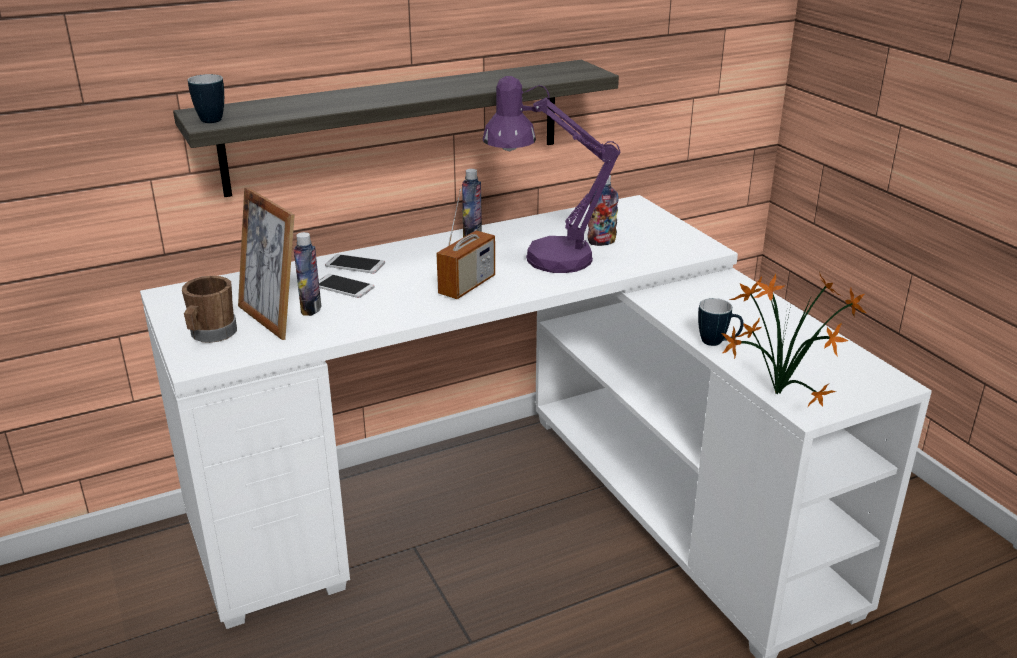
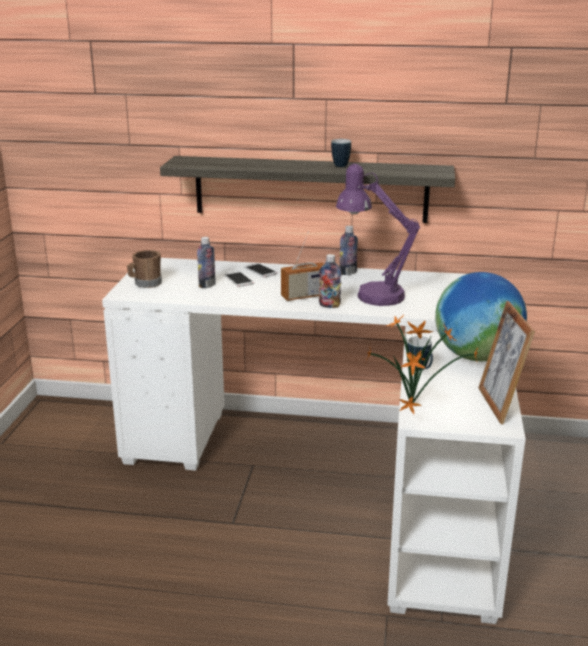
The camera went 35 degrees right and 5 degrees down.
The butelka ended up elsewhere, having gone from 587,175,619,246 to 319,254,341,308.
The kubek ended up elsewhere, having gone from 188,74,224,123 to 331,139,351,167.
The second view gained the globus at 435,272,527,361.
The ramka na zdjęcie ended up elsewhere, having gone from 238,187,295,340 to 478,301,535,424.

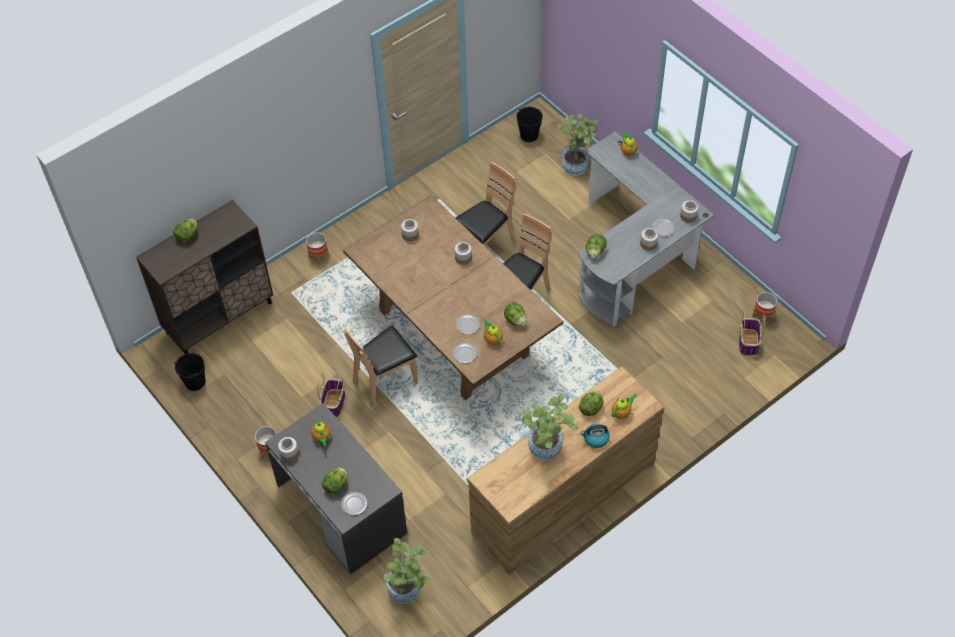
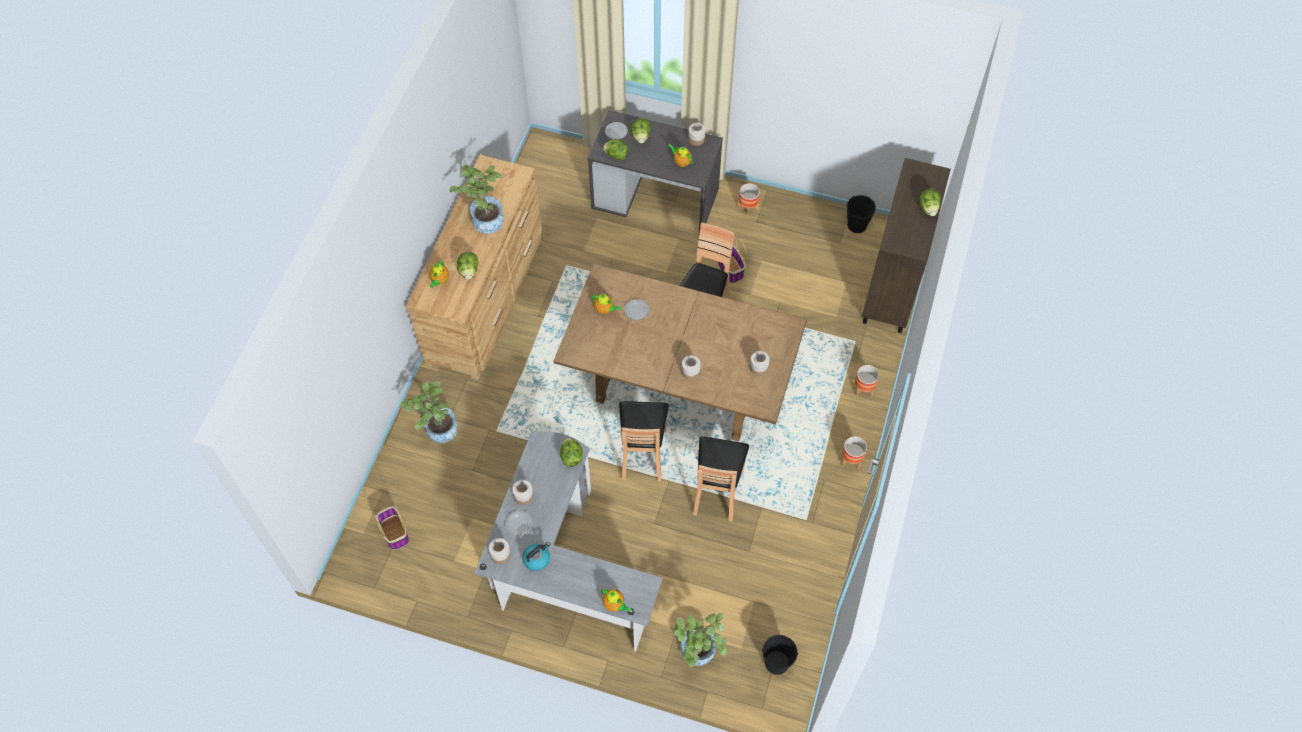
The camera went 145 degrees right and 5 degrees up.
The roślina doniczkowa ended up elsewhere, having gone from 383,538,431,604 to 400,381,458,443.
The czajnik ended up elsewhere, having gone from 580,424,610,448 to 522,542,550,571.
The sałata ended up elsewhere, having gone from 504,302,527,327 to 603,139,628,160.
The donica ended up elsewhere, having gone from 752,292,777,325 to 841,436,867,470.
The second view lost the talerz at 453,343,477,363.

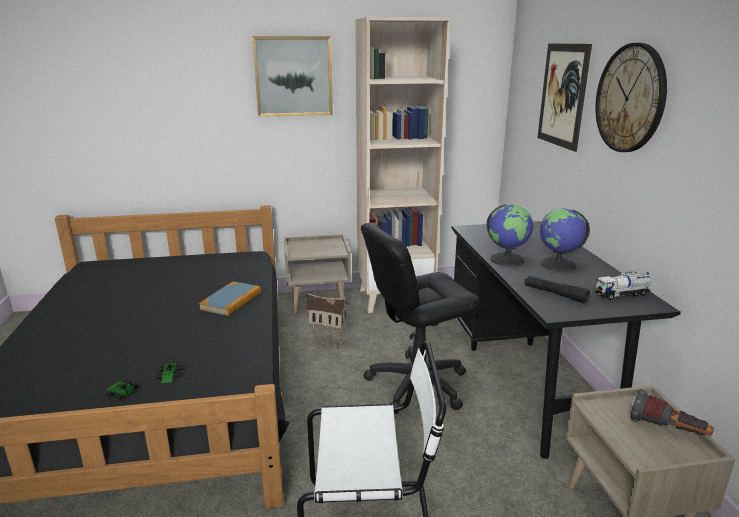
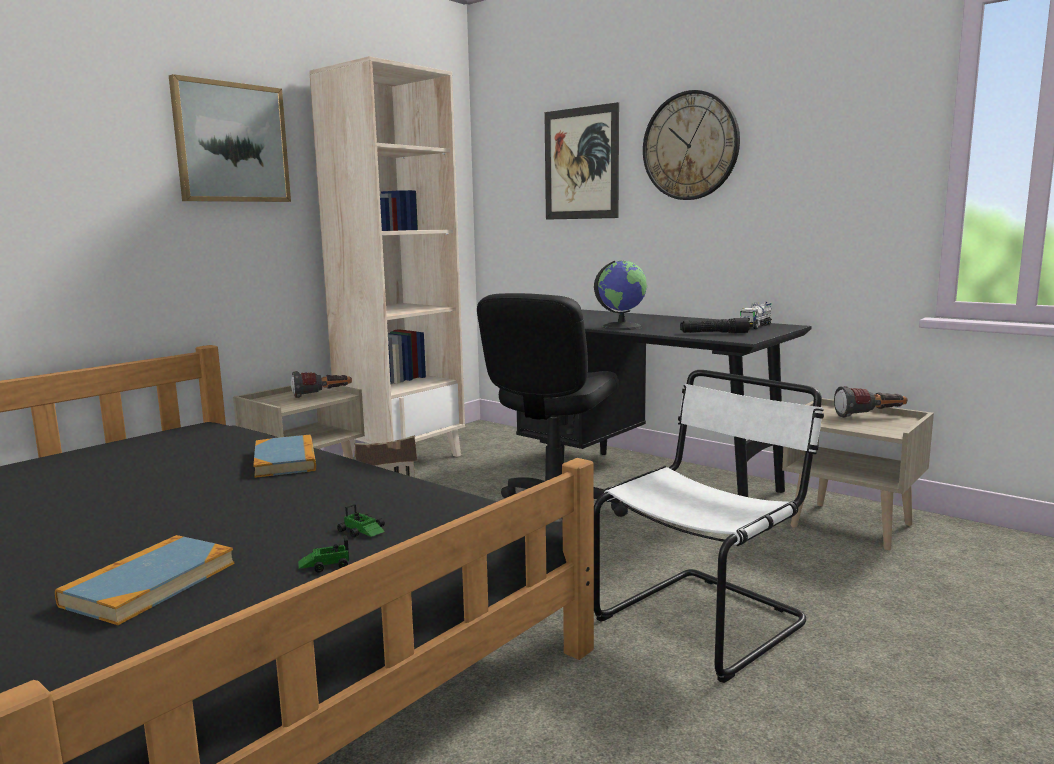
The camera went 40 degrees left and 10 degrees down.
The second view gained the książka at 55,535,234,625.
The second view gained the latarka at 291,371,352,398.
The second view lost the globus at 540,208,590,272.

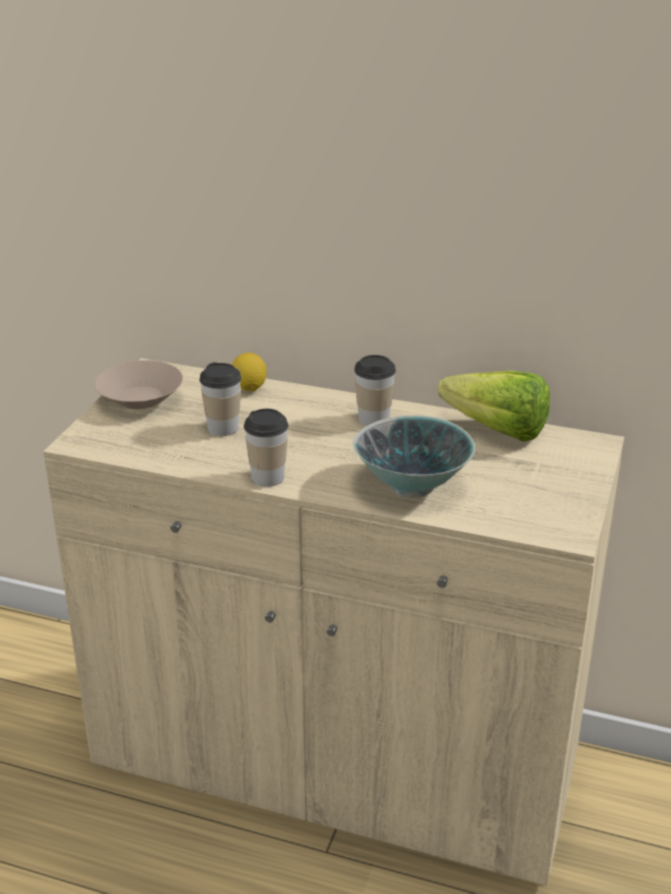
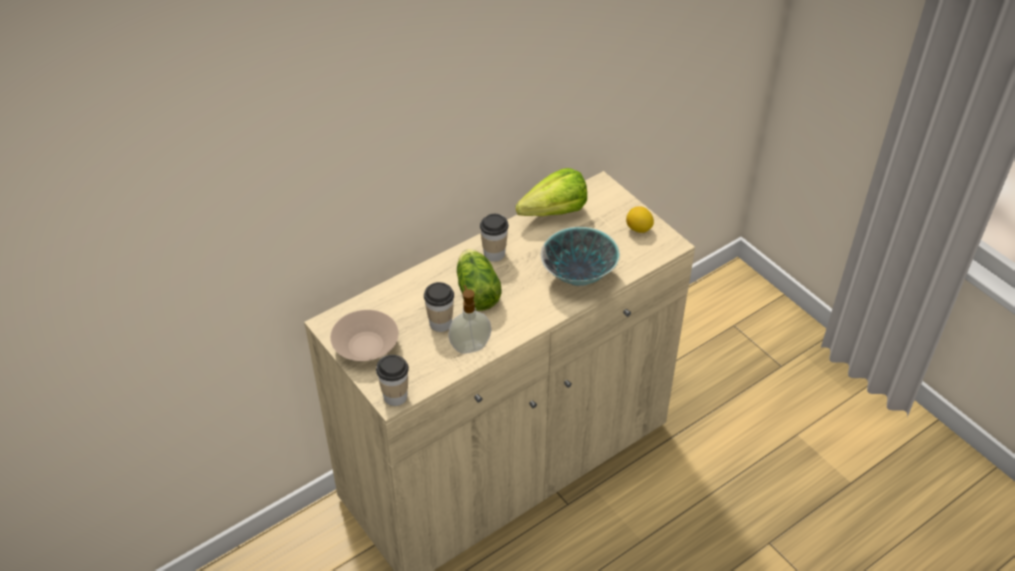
The camera went 55 degrees left and 15 degrees up.
The filiżanka ended up elsewhere, having gone from 244,409,289,487 to 376,355,409,406.
The second view gained the dozownik mydła at 448,285,492,354.
The second view gained the sałata at 457,249,502,311.
The cytryna ended up elsewhere, having gone from 232,353,266,391 to 626,206,654,233.

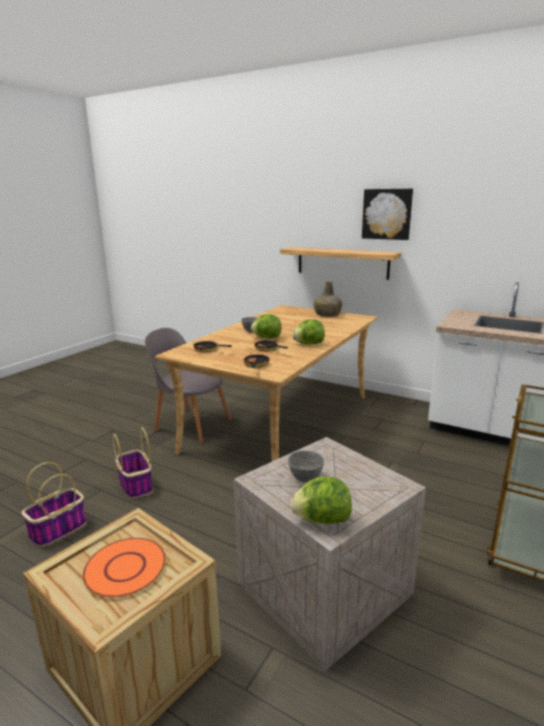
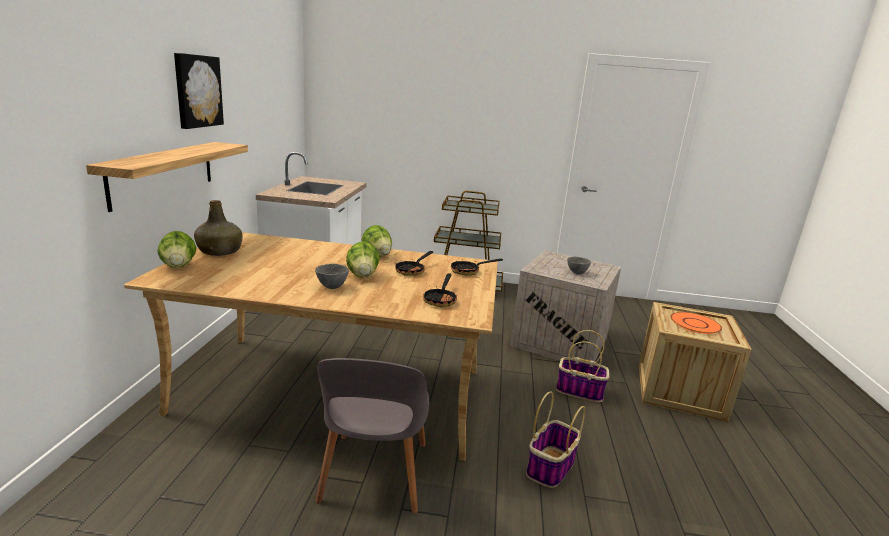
The camera went 115 degrees left and 0 degrees up.
The sałata ended up elsewhere, having gone from 291,477,352,524 to 157,231,196,268.
The koszyk ended up elsewhere, having gone from 21,462,87,547 to 556,330,609,402.

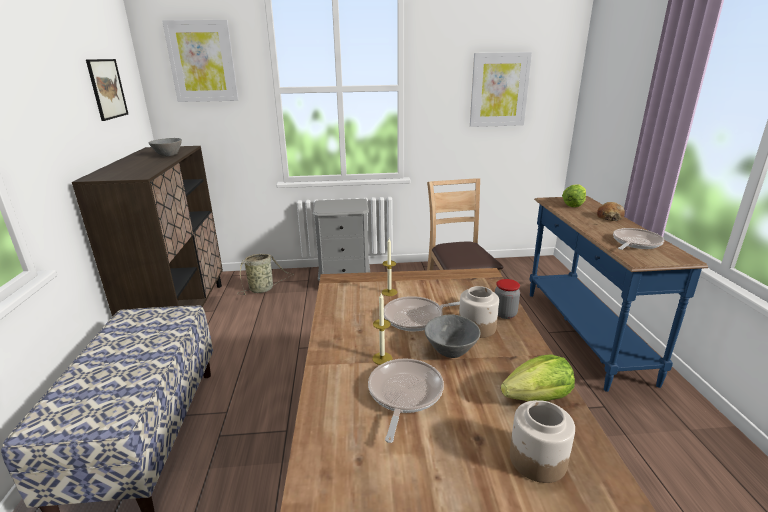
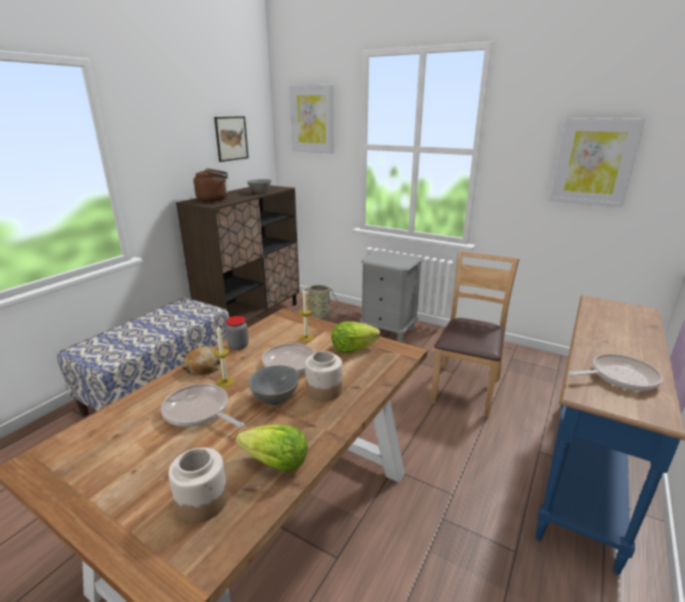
The camera went 35 degrees right and 0 degrees up.
The patelnia at 368,358,444,443 ended up facing another way, 105 degrees counterclockwise from before.
The chleb ended up elsewhere, having gone from 597,202,625,221 to 182,346,220,376.
The second view gained the czajnik (brązowy) at 194,168,228,202.
The słoik ended up elsewhere, having gone from 495,279,520,319 to 226,316,249,350.
The sałata ended up elsewhere, having gone from 562,184,586,207 to 332,322,380,353.

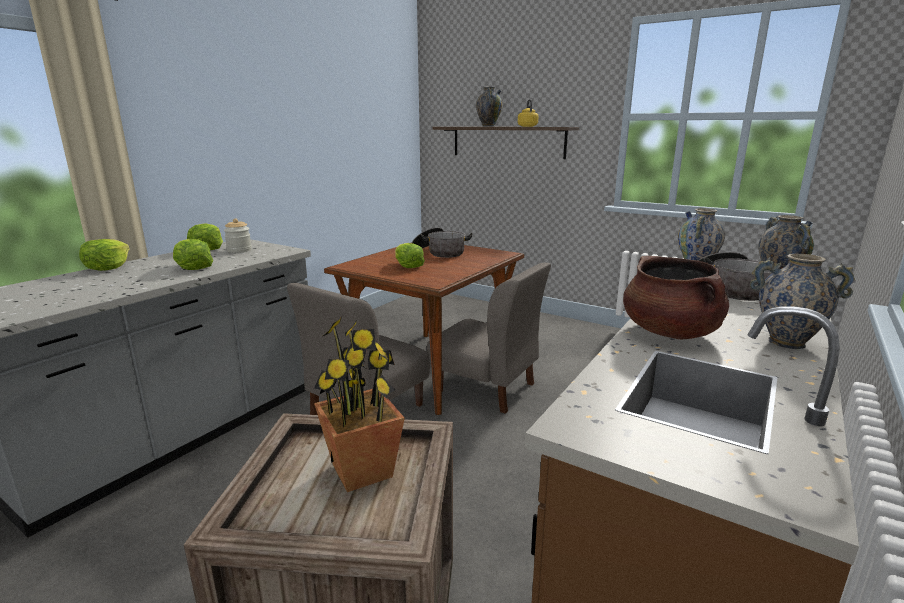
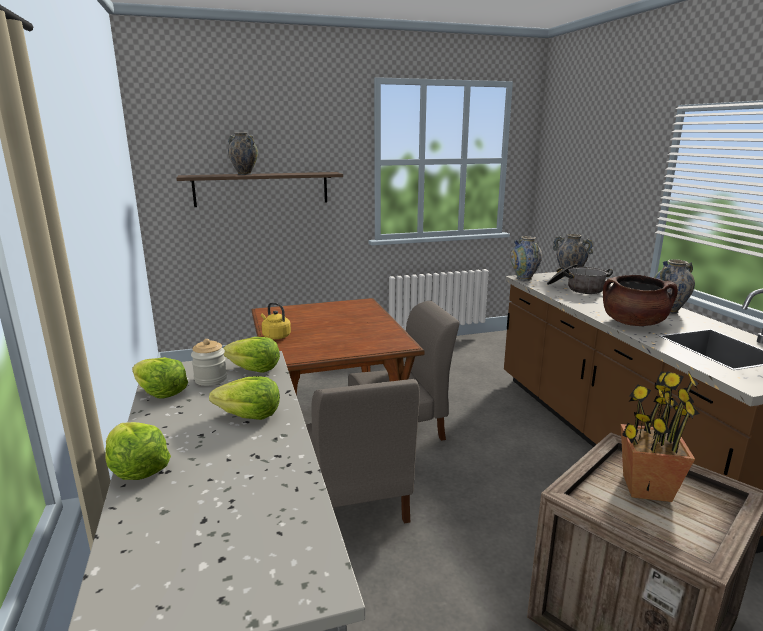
The camera went 50 degrees left and 0 degrees up.
The sałata ended up elsewhere, having gone from 395,243,425,268 to 223,337,280,373.
The czajnik (żółty) ended up elsewhere, having gone from 518,99,538,127 to 261,302,291,339.
The second view lost the garnek at 412,227,473,258.

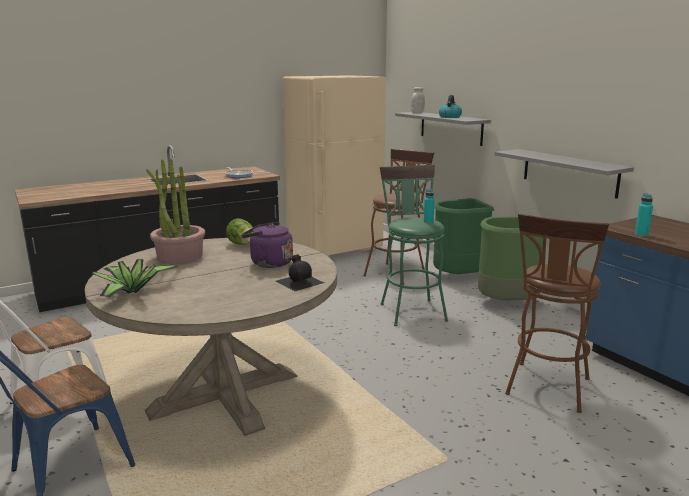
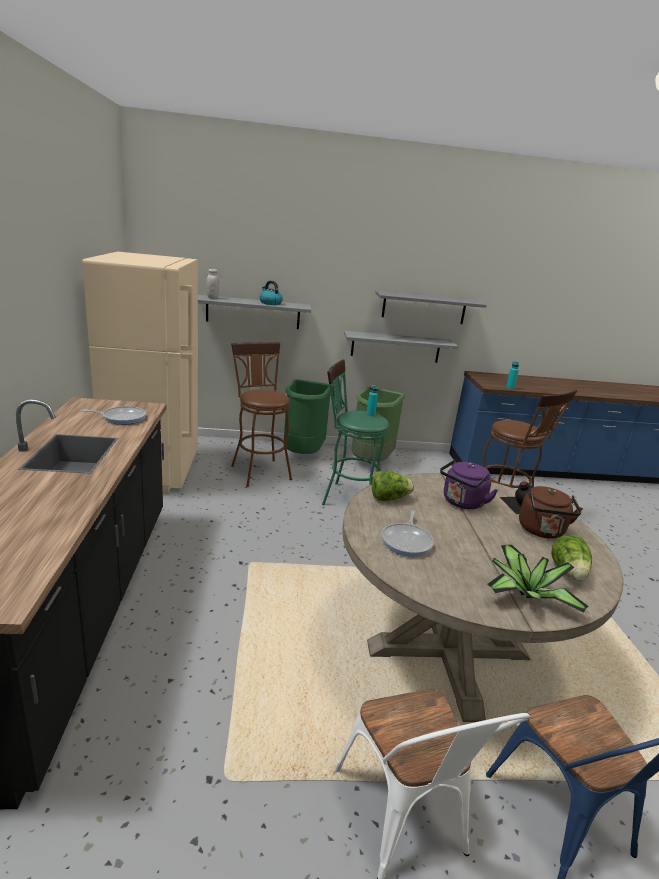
The camera went 65 degrees left and 5 degrees up.
The second view gained the półka (szary) at 375,291,487,324.
Where the roślina doniczkowa stood at 146,158,205,264, the patelnia came to stand at 382,510,434,557.
The second view gained the czajnik (brązowy) at 519,486,583,539.
The second view gained the sałata at 551,535,592,581.

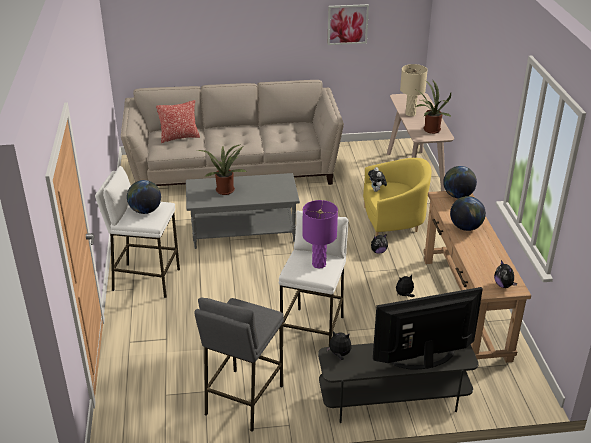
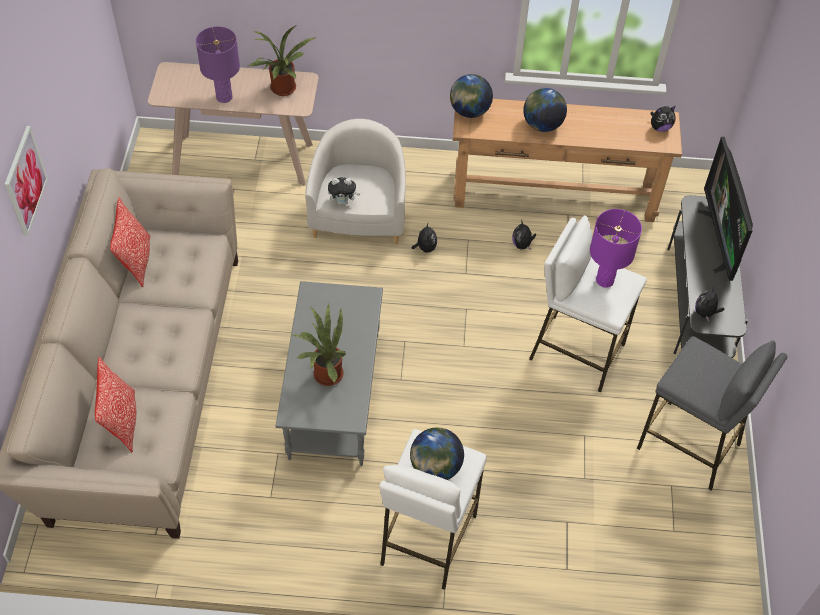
The camera went 80 degrees left and 20 degrees up.
The obraz ended up elsewhere, having gone from 328,4,369,45 to 5,126,48,236.
The second view gained the poduszka at 110,198,151,287.
What was the lampa stołowa (beżowy) at 400,64,428,116 turned into the lampa stołowa (fioletowy) at 196,26,240,103.
What was the fotel (żółty) at 363,158,431,236 turned into the fotel (biały) at 305,119,406,245.

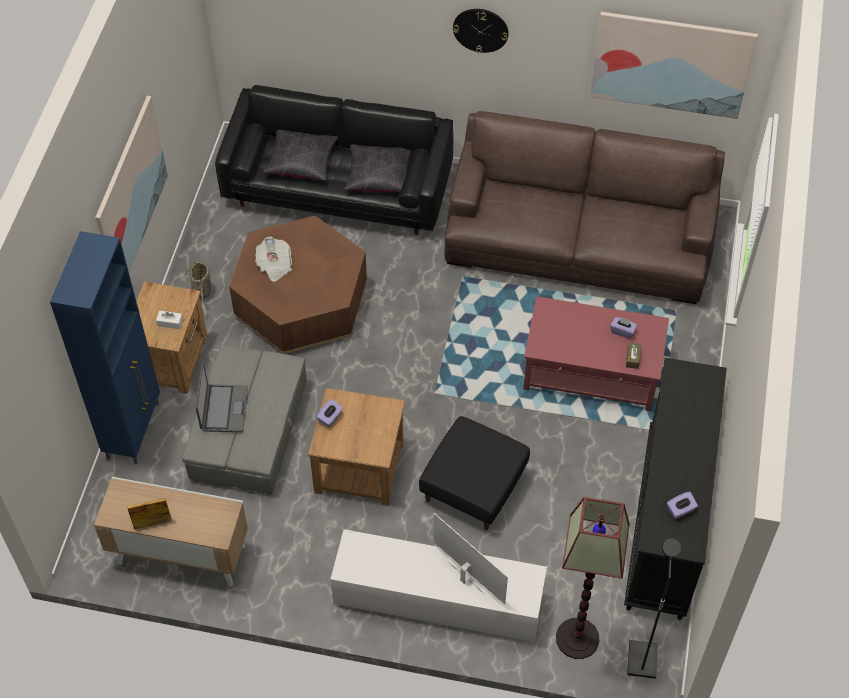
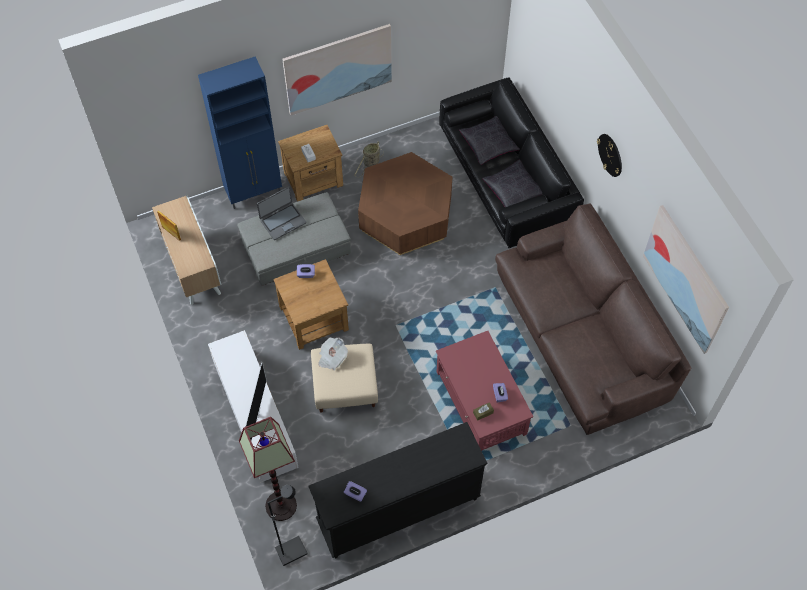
The camera went 55 degrees right and 5 degrees up.
What was the pufa (czarny) at 419,416,530,530 turned into the pufa (beżowy) at 311,344,378,412.
The gazeta ended up elsewhere, having gone from 255,236,292,282 to 318,337,348,370.

